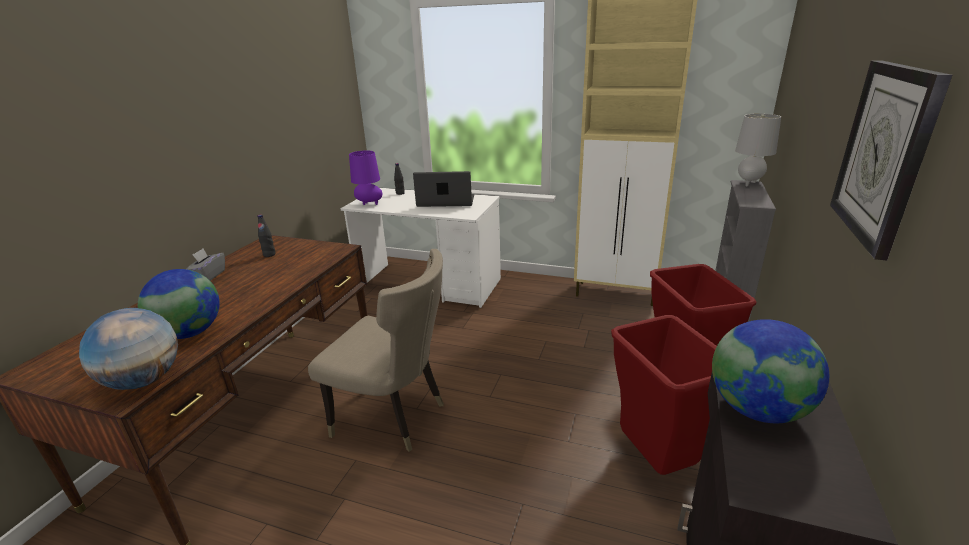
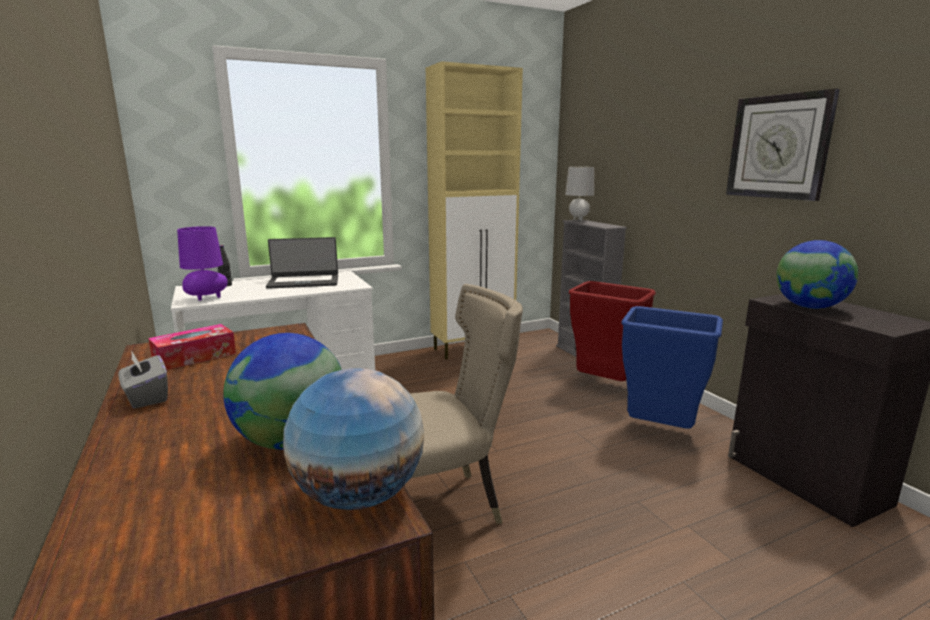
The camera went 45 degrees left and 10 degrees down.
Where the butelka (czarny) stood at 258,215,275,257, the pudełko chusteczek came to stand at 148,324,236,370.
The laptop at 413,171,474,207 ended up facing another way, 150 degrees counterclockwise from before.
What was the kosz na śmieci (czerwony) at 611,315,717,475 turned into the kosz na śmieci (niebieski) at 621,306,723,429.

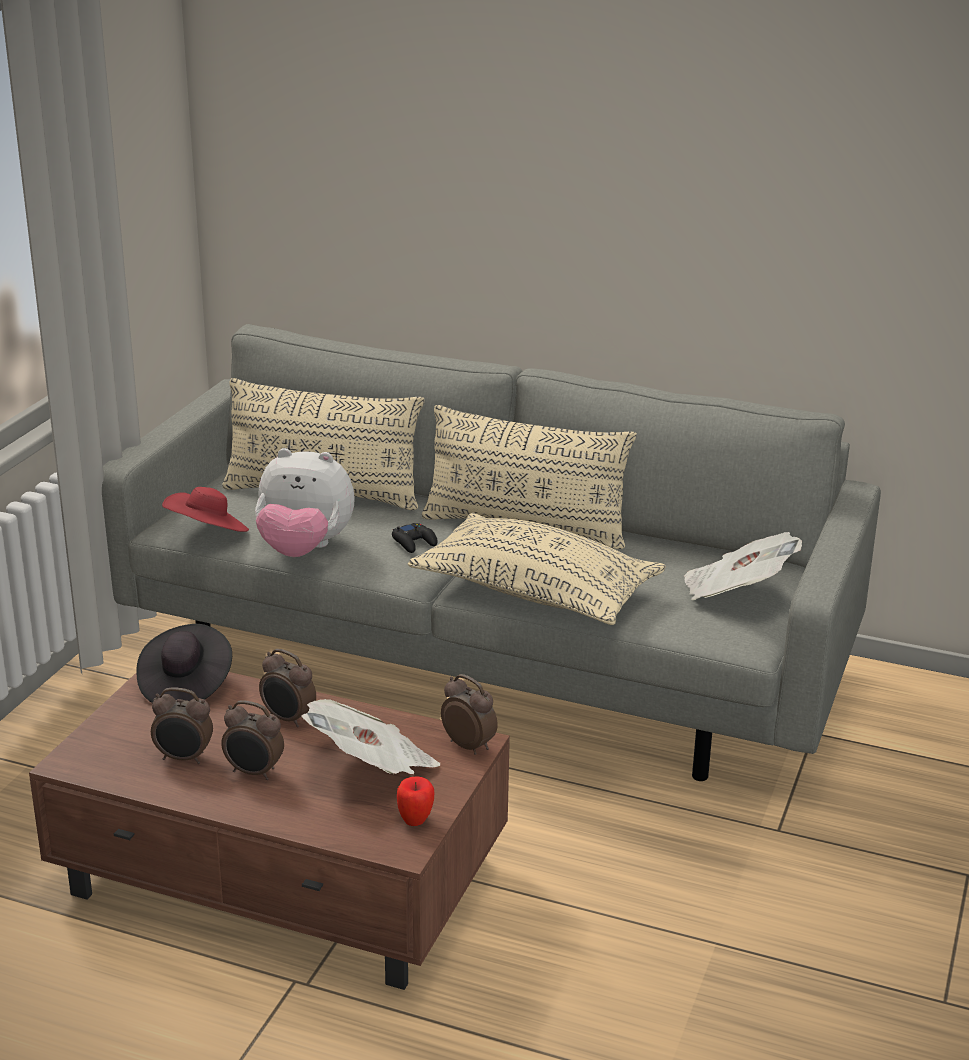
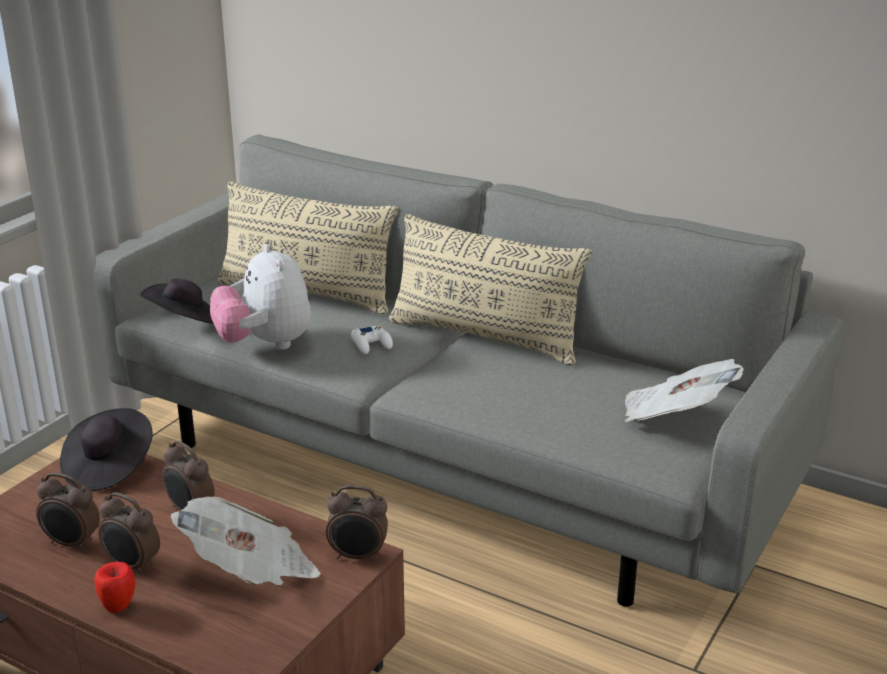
The camera went 10 degrees right and 0 degrees up.
The jabłko ended up elsewhere, having gone from 397,776,435,826 to 94,562,135,613.
What was the kapelusz (czerwony) at 162,487,249,532 turned into the kapelusz (czarny) at 140,279,213,323.
The pluszak at 255,448,355,557 ended up facing another way, 45 degrees clockwise from before.
The budzik at 441,674,498,755 ended up facing another way, 135 degrees clockwise from before.
What was the pad do gier (czarny) at 392,523,438,553 turned into the pad do gier (biały) at 351,326,393,354.
The second view lost the poduszka (beżowy) at 408,513,666,625.

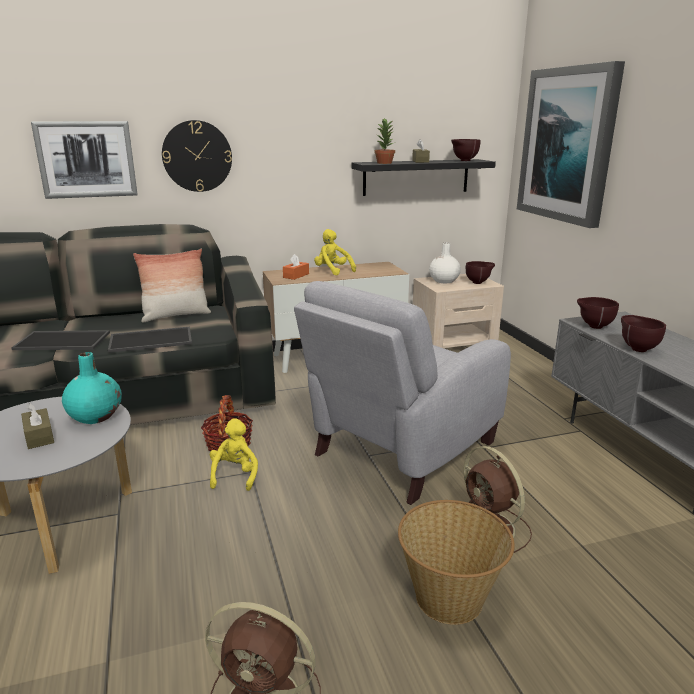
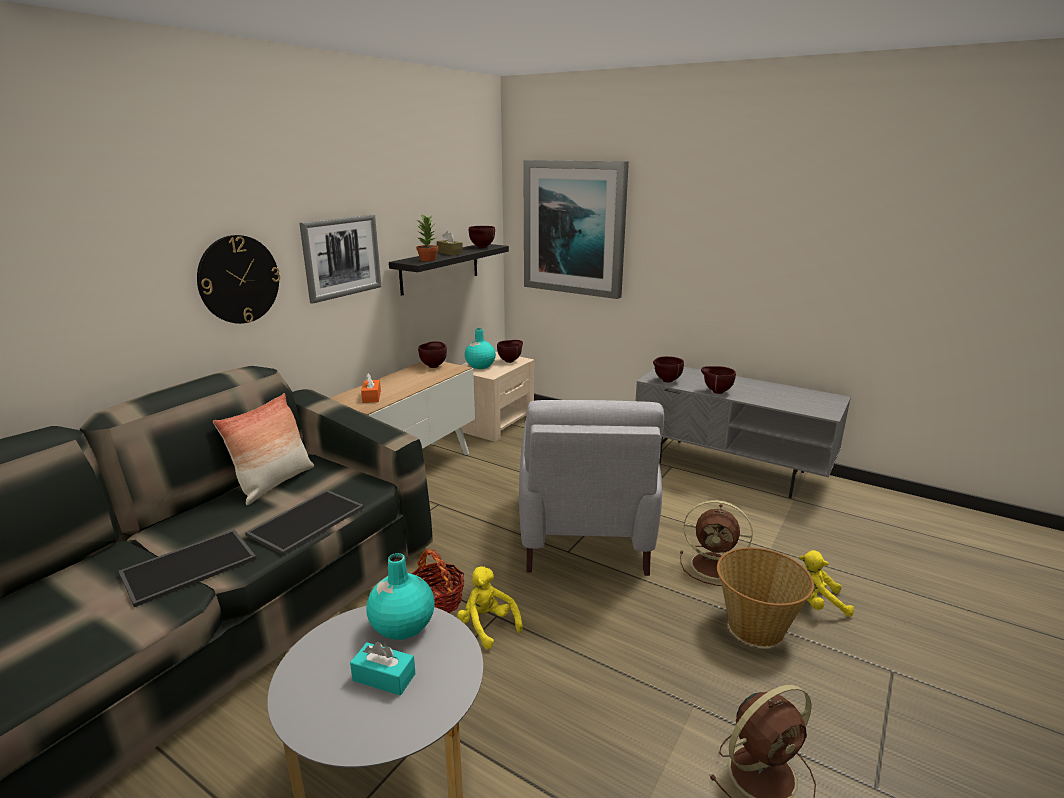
The camera went 40 degrees left and 0 degrees up.
The obraz ended up elsewhere, having gone from 31,121,138,199 to 299,214,381,304.
What was the pudełko chusteczek (brązowy) at 21,403,54,449 turned into the pudełko chusteczek (turkusowy) at 350,642,415,696.
The second view gained the miska (brązowy) at 418,341,447,368.
What was the wazon (biały) at 429,242,461,283 turned into the wazon (turkusowy) at 465,328,496,369.
The pluszak (żółty) ended up elsewhere, having gone from 314,229,356,275 to 799,550,854,617.

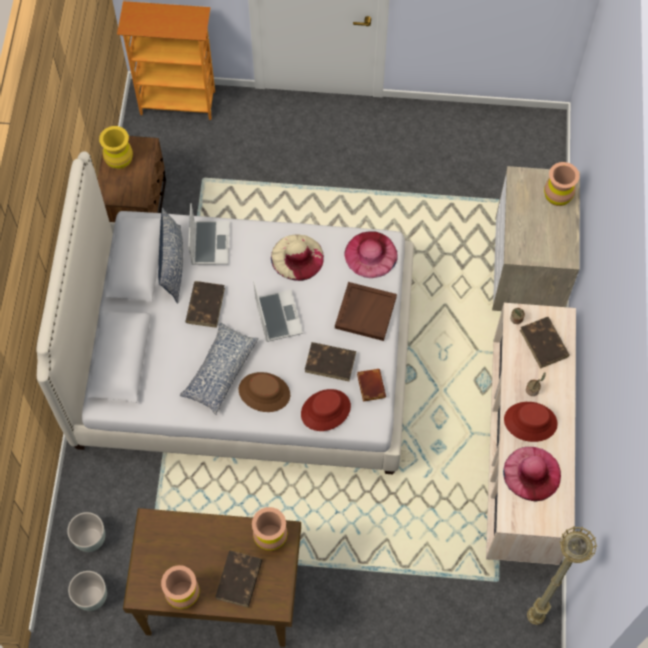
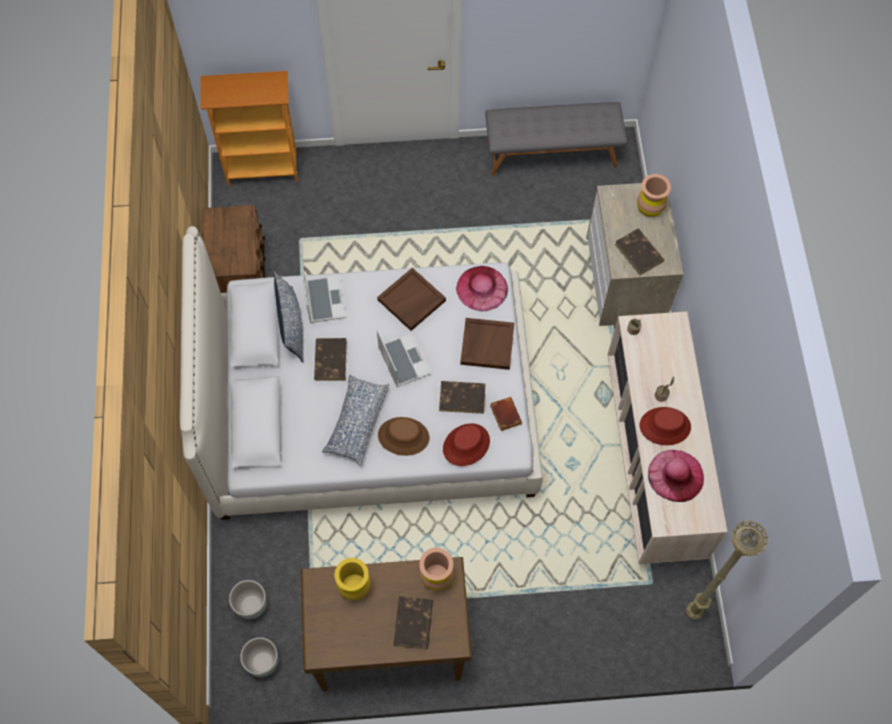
The camera went 10 degrees left and 0 degrees up.
The wazon (żółty) ended up elsewhere, having gone from 99,126,133,169 to 335,558,371,600.
Where the kapelusz (beżowy) stood at 271,234,324,281, the taca (brązowy) came to stand at 377,268,446,331.
The second view gained the ławka (szary) at 485,102,627,176.
The książka (brązowy) ended up elsewhere, having gone from 520,317,570,369 to 615,229,664,276.
The second view lost the wazon (brązowy) at 161,565,200,609.

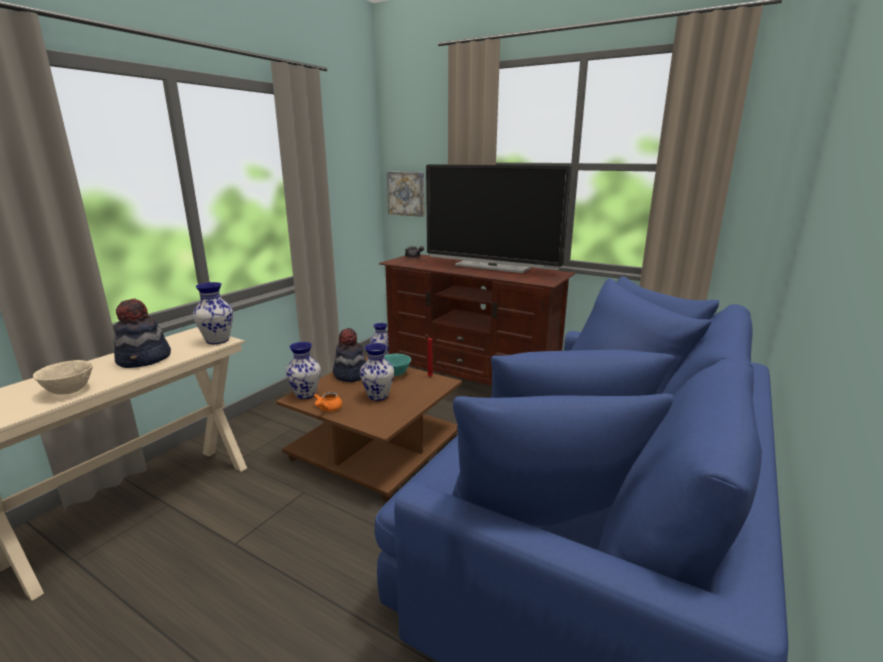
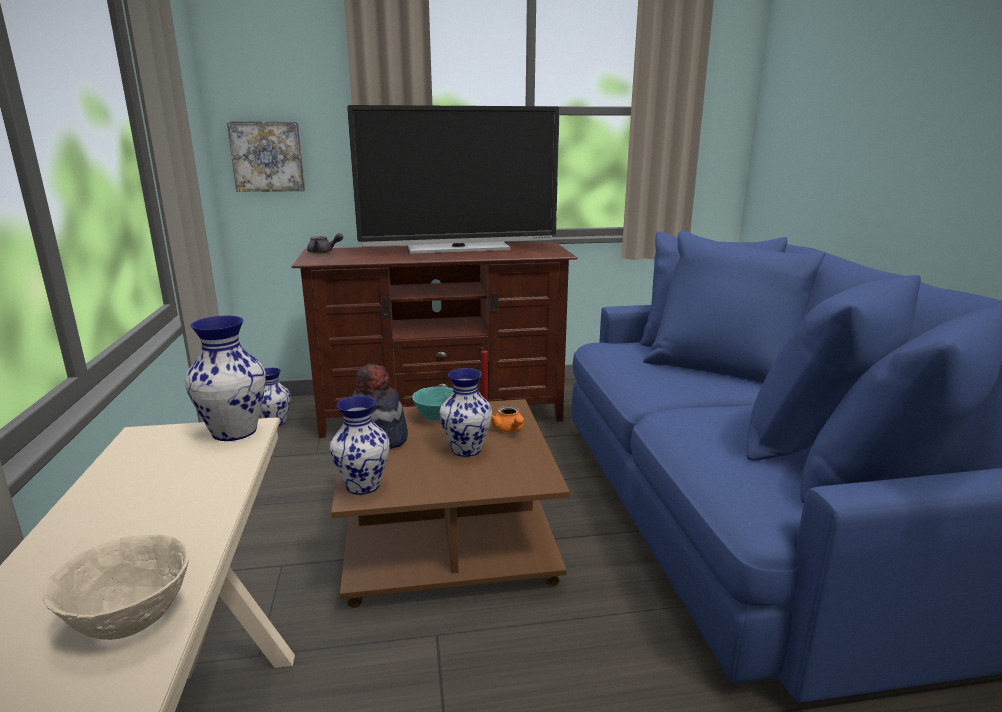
The camera went 40 degrees left and 0 degrees up.
The imbryk (pomarańczowy) ended up elsewhere, having gone from 313,392,342,412 to 491,406,524,432.
The second view lost the kapelusz at 114,299,171,368.

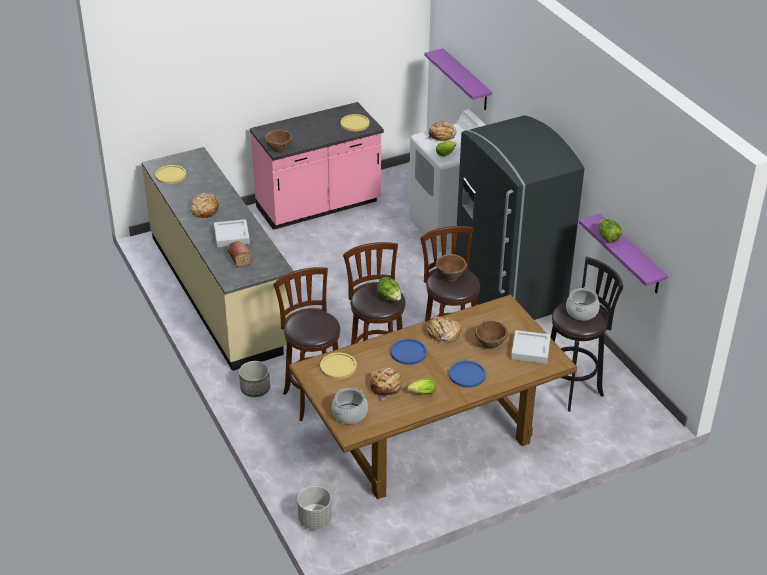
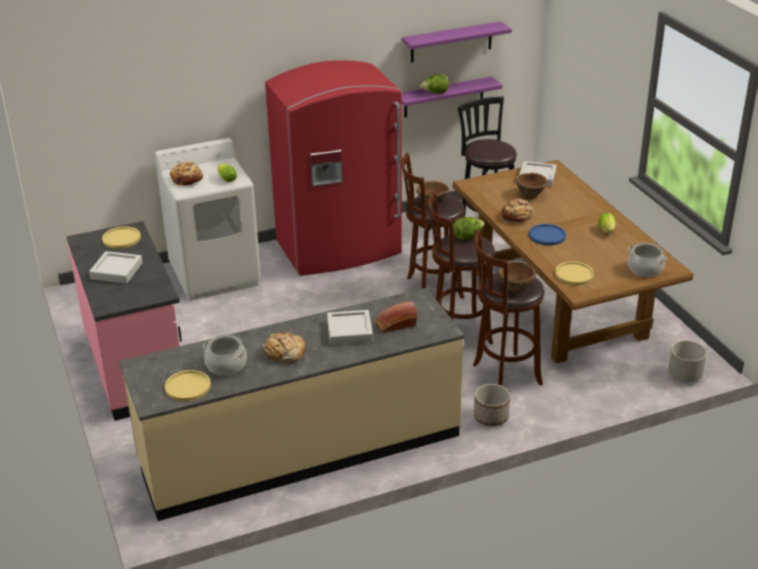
The camera went 85 degrees left and 5 degrees down.
The second view gained the taca (szary) at 89,251,143,284.
The garnek ended up elsewhere, having gone from 566,287,599,321 to 203,335,247,376.
What was the lodówka (szary) at 455,115,585,320 turned into the lodówka (czerwony) at 265,60,402,276.
The półka (fioletowy) ended up elsewhere, having gone from 425,48,492,110 to 401,21,512,63.
The miska (brązowy) ended up elsewhere, having gone from 265,130,292,153 to 499,261,536,293.
The second view lost the chleb at 370,368,402,400.
The second view lost the talerz (niebieski) at 449,360,486,388.

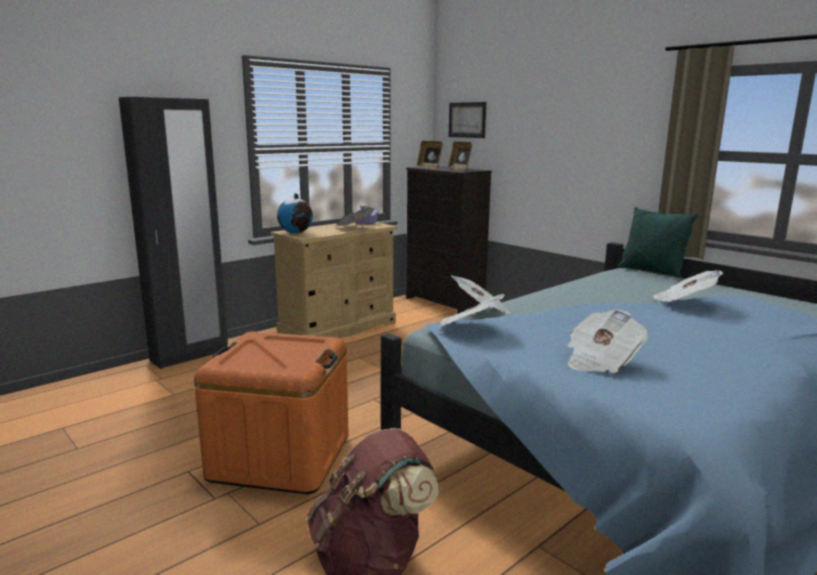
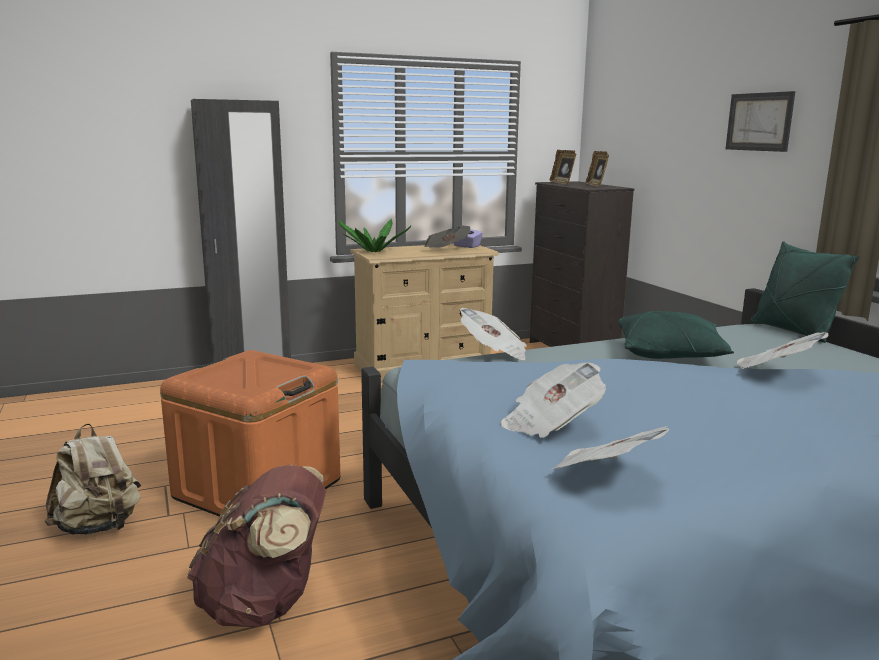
The camera went 20 degrees right and 0 degrees up.
The second view gained the plecak (beżowy) at 45,423,141,535.
Where the globus stood at 277,193,313,233, the roślina doniczkowa came to stand at 338,219,412,252.
The gazeta ended up elsewhere, having gone from 439,294,504,328 to 552,426,669,469.
The second view gained the poduszka (zielony) at 618,311,734,359.
The obraz ended up elsewhere, having gone from 448,102,486,138 to 726,91,796,152.

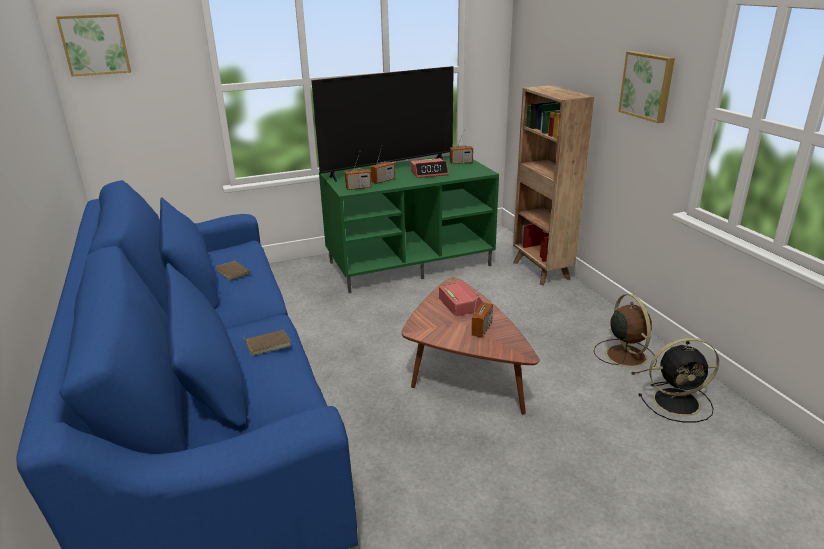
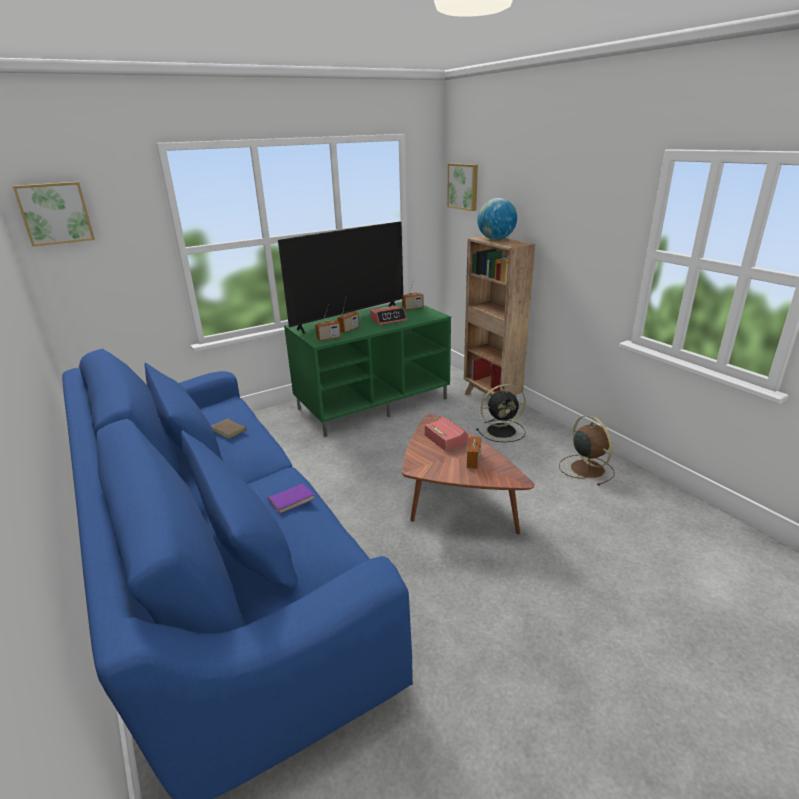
The camera went 10 degrees left and 0 degrees up.
What was the książka (brązowy) at 244,330,291,356 turned into the książka (fioletowy) at 265,484,314,514.
The obraz ended up elsewhere, having gone from 618,51,675,123 to 447,163,478,211.
The wentylator (czarny) ended up elsewhere, having gone from 638,338,719,422 to 476,384,526,442.
The second view gained the globus at 477,198,517,240.

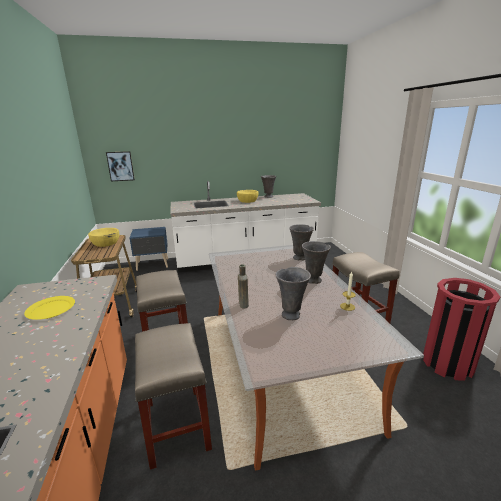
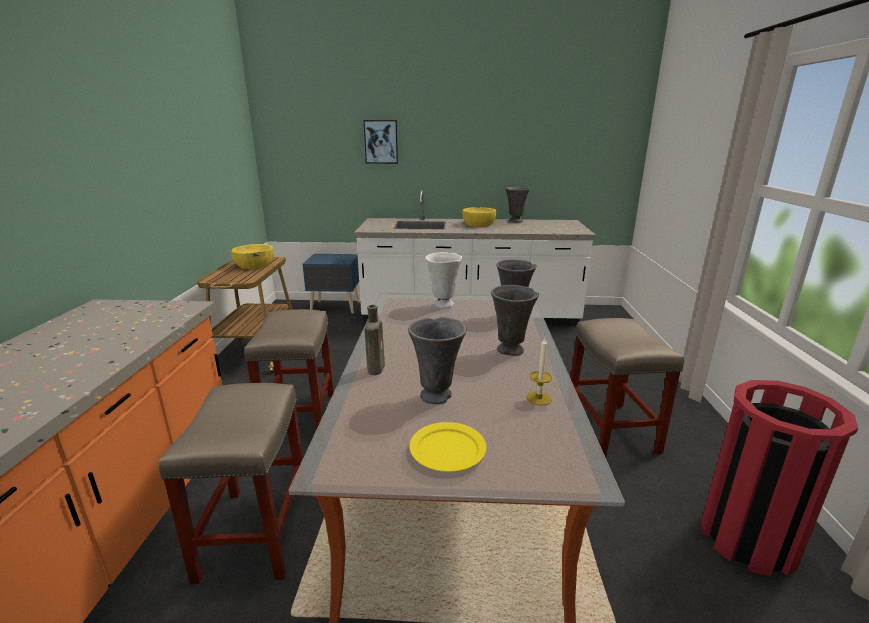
The camera went 15 degrees right and 0 degrees up.
The obraz ended up elsewhere, having gone from 106,151,135,181 to 364,120,398,164.
The talerz (żółty) ended up elsewhere, having gone from 24,296,75,320 to 409,422,487,472.
The second view gained the wazon (biały) at 425,252,462,308.

